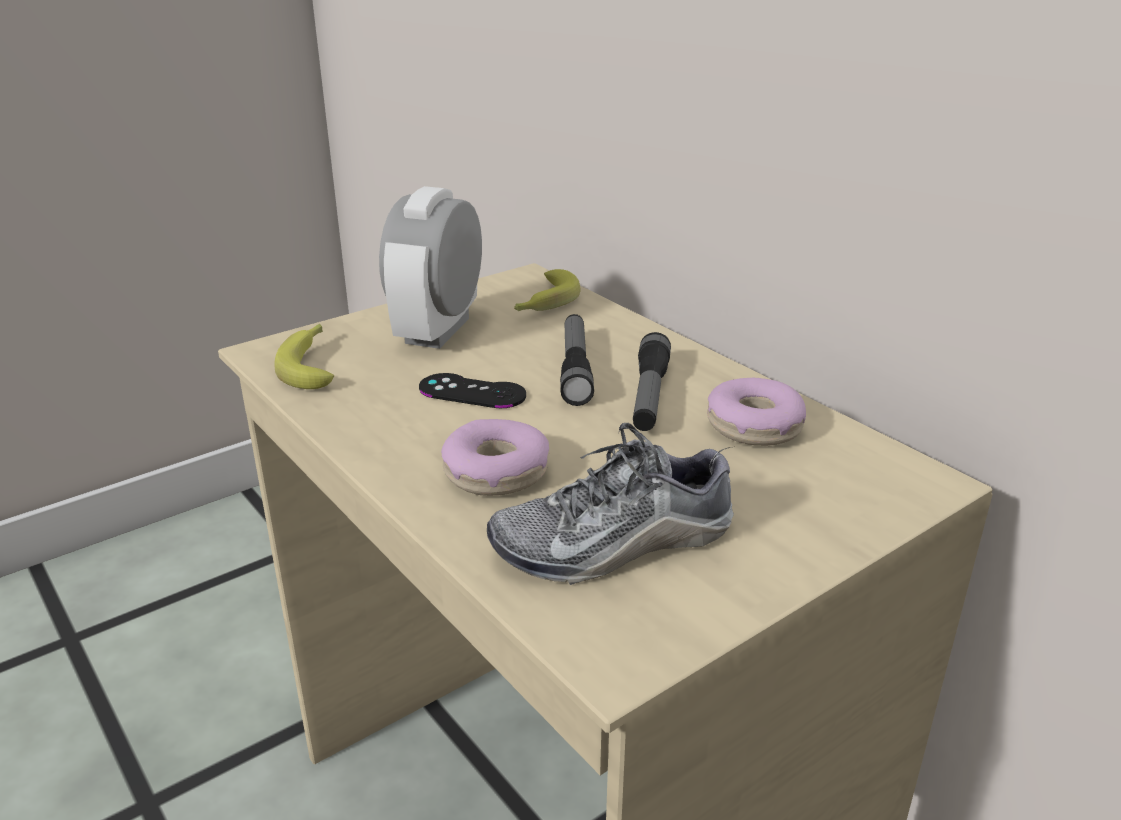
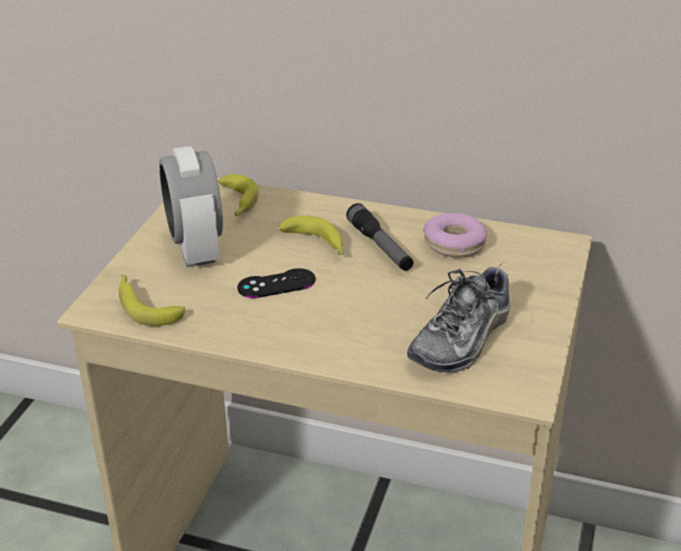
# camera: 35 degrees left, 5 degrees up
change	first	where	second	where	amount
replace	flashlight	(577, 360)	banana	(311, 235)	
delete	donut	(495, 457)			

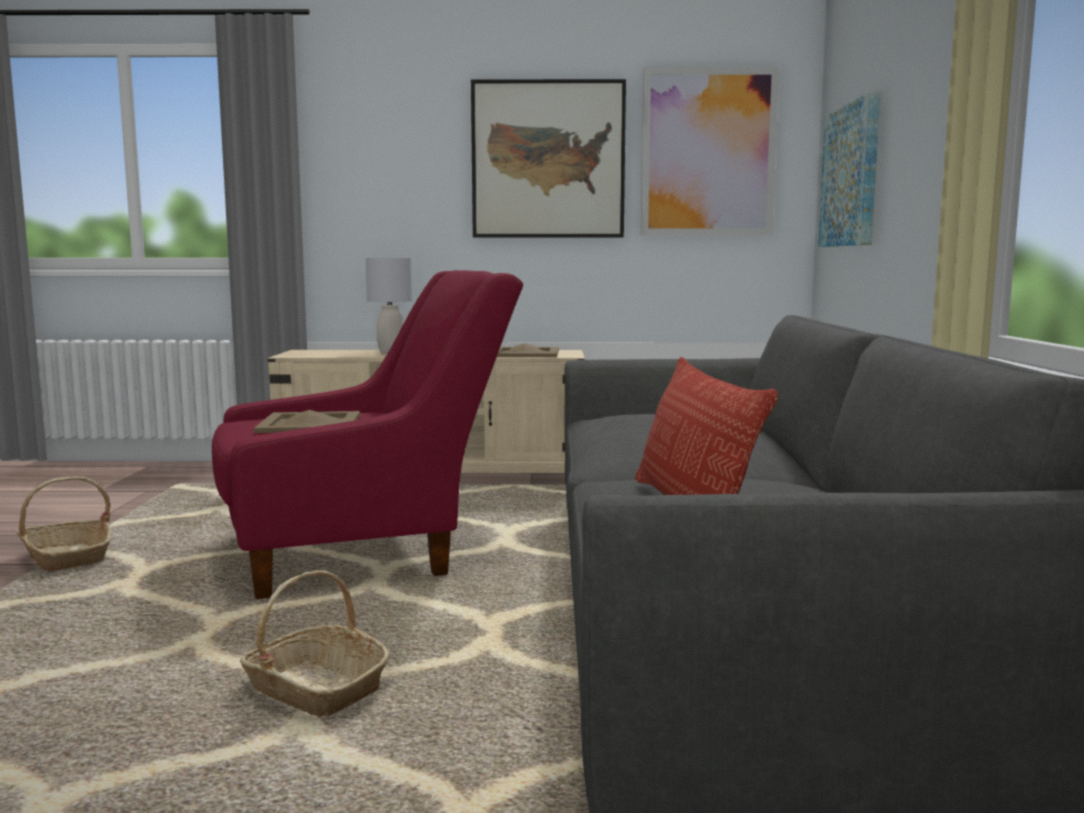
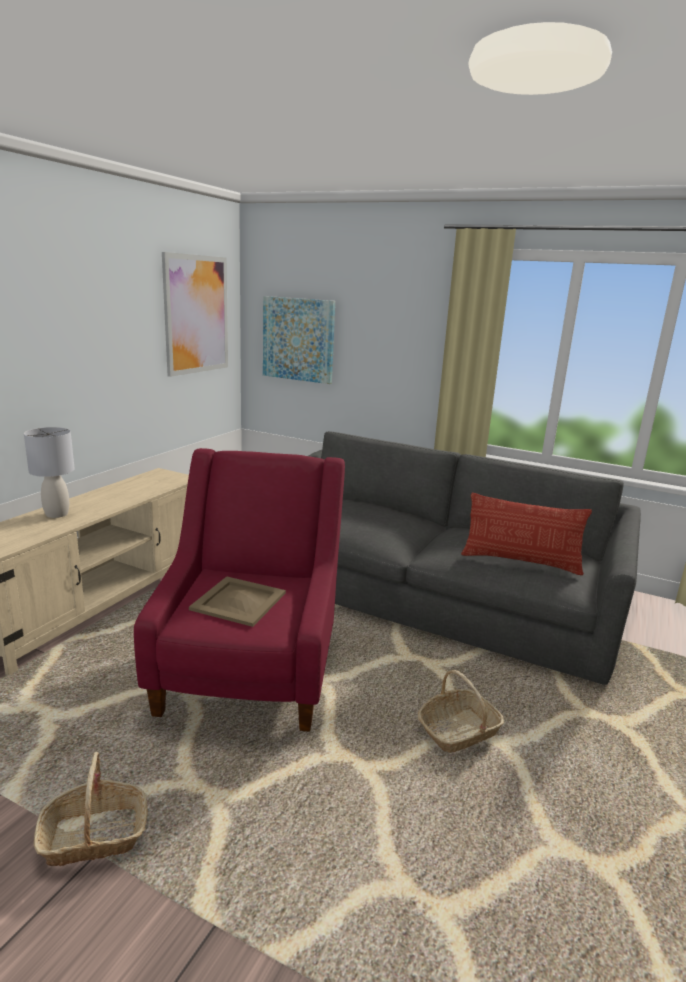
# camera: 65 degrees left, 10 degrees up
change	first	where	second	where	amount
delete	picture	(548, 158)			
delete	tray (beige)	(528, 350)			

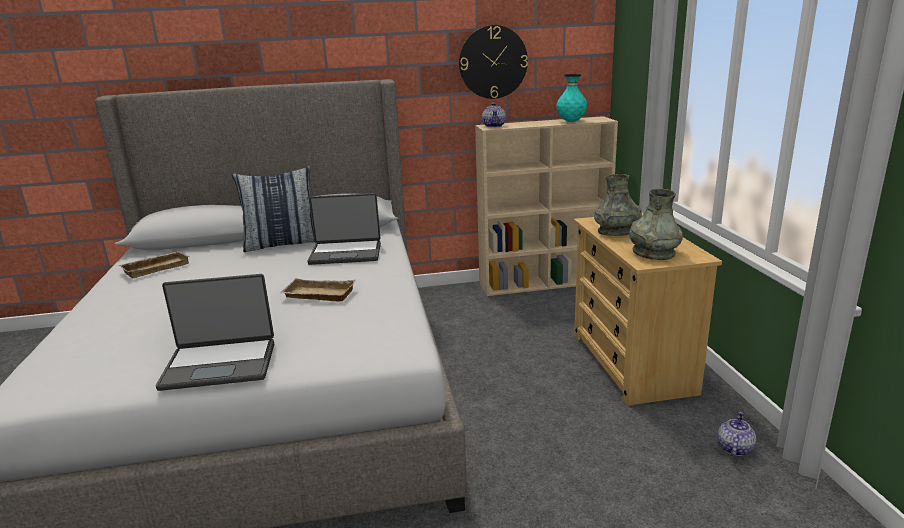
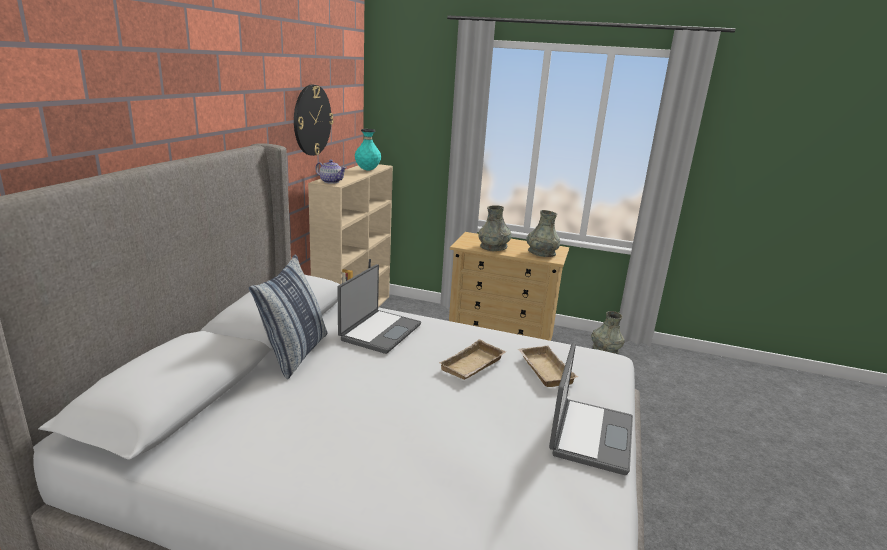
# camera: 65 degrees left, 0 degrees up
change	first	where	second	where	amount
move	tray (beige)	(154, 264)		(548, 366)	
replace	teapot	(736, 434)	vase (grey)	(608, 332)	

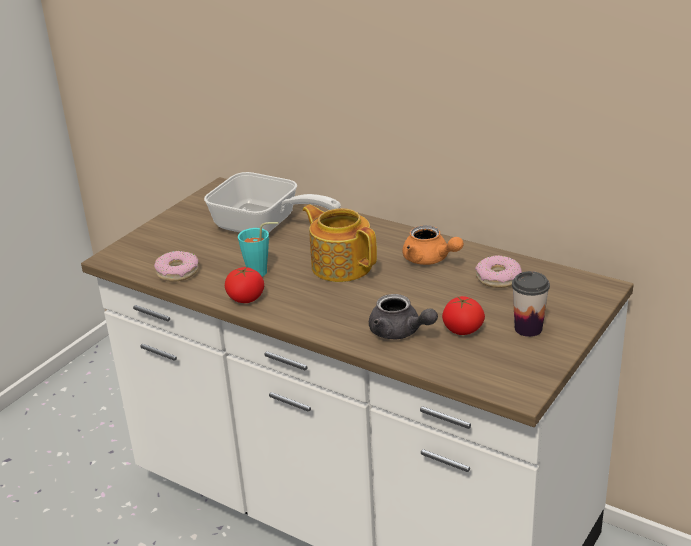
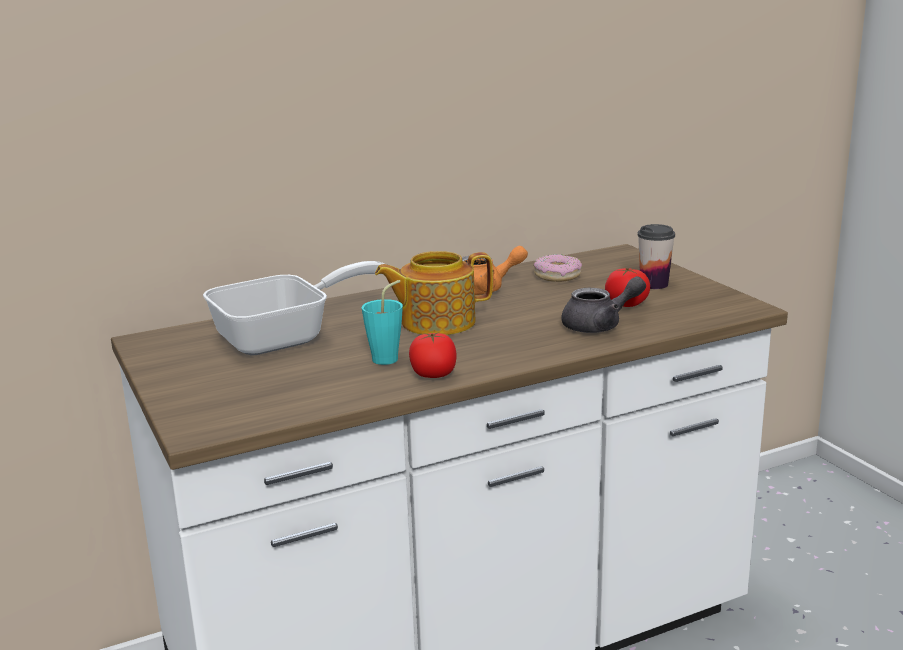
# camera: 60 degrees left, 10 degrees down
change	first	where	second	where	amount
delete	donut	(176, 266)			

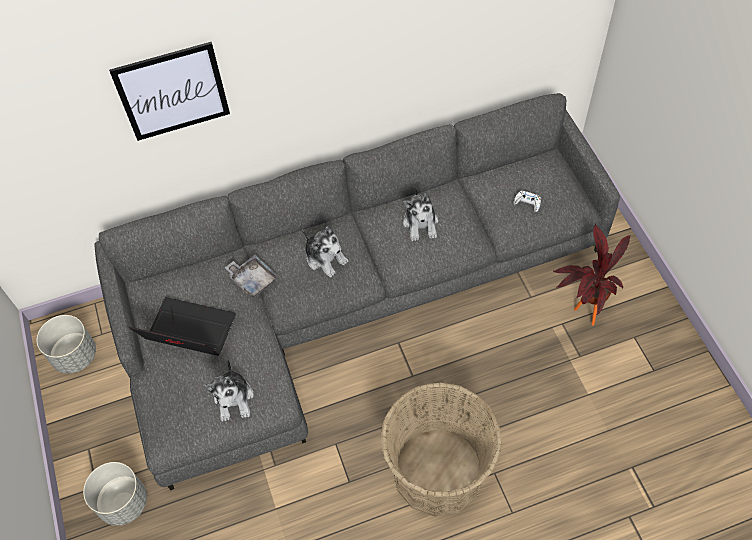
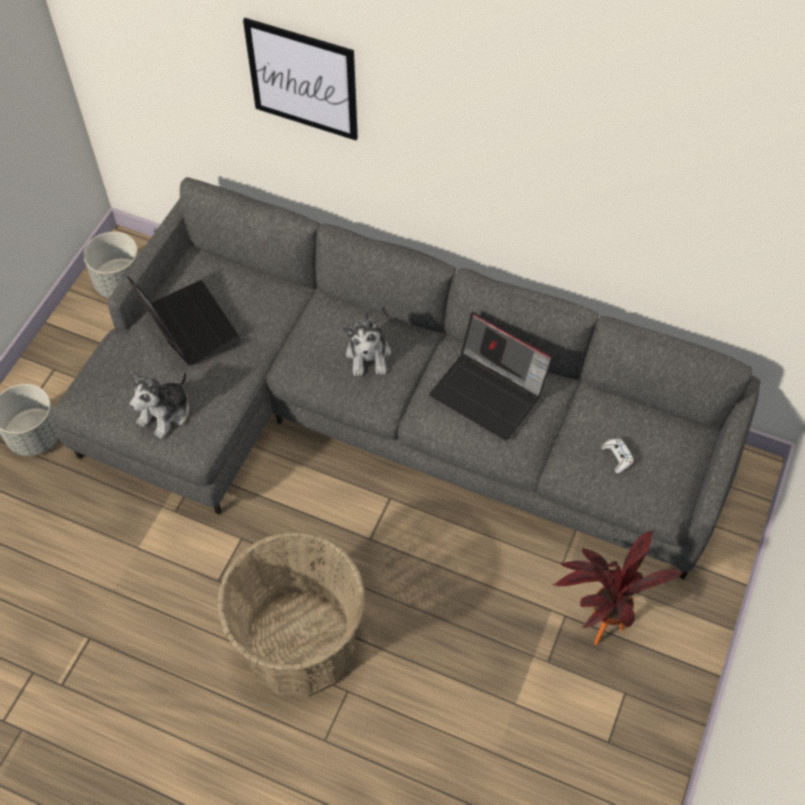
# camera: 40 degrees right, 0 degrees up
change	first	where	second	where	amount
replace	plush toy	(421, 214)	laptop	(491, 376)	
delete	tray (grey)	(252, 276)			

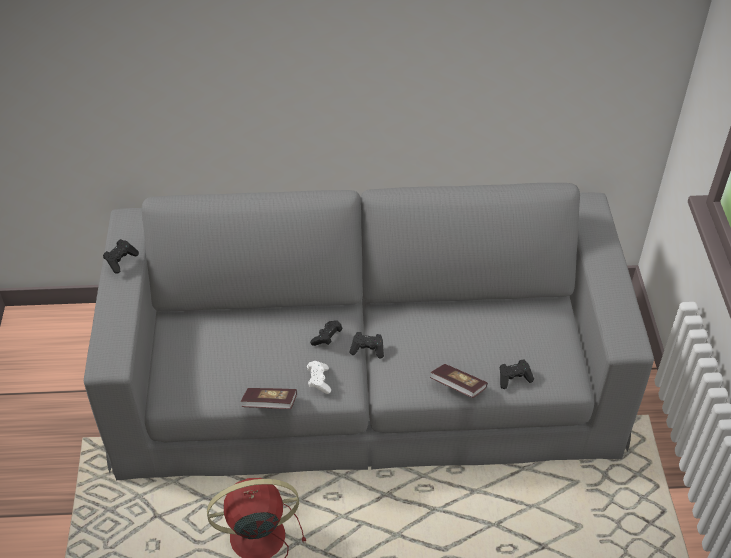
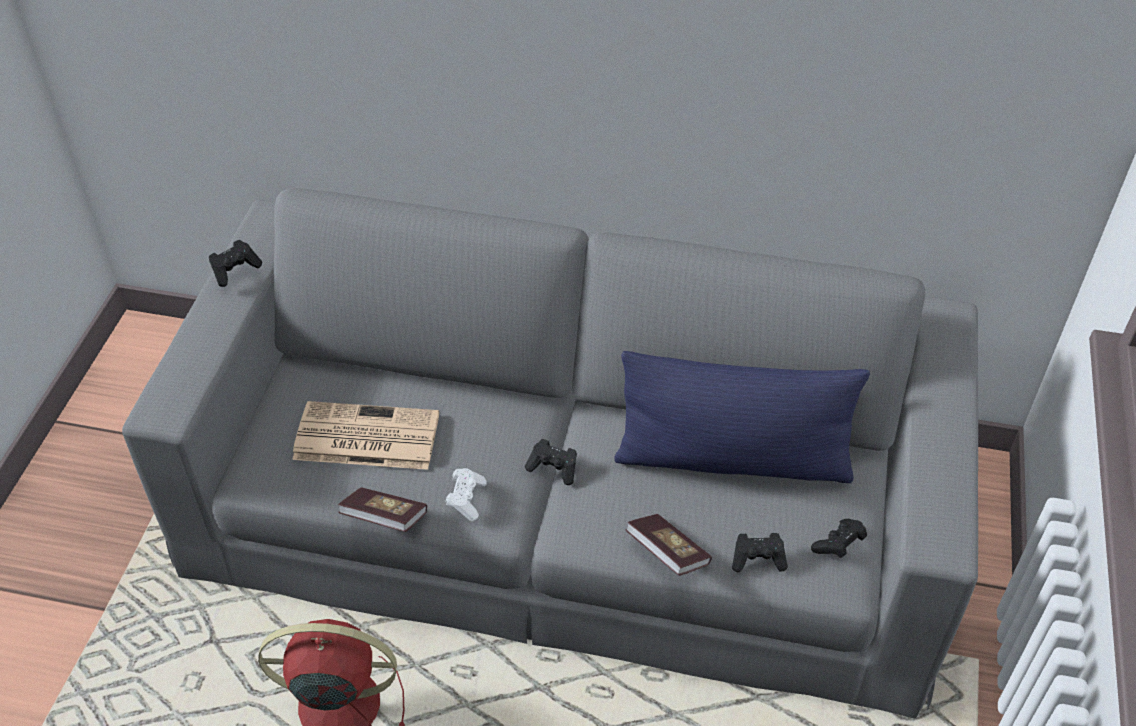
# camera: 15 degrees right, 0 degrees up
change	first	where	second	where	amount
insert			newspaper	(365, 435)	
insert			pillow (blue)	(742, 417)	
move	game controller (black)	(326, 333)		(839, 538)	

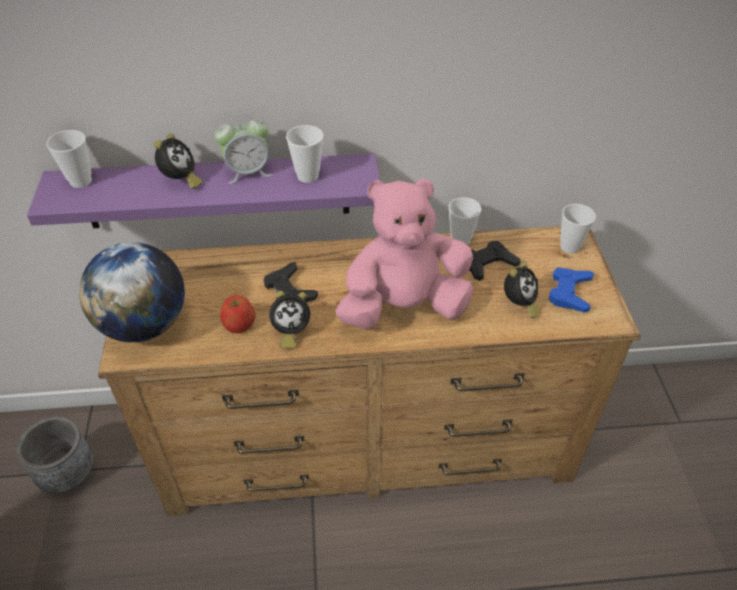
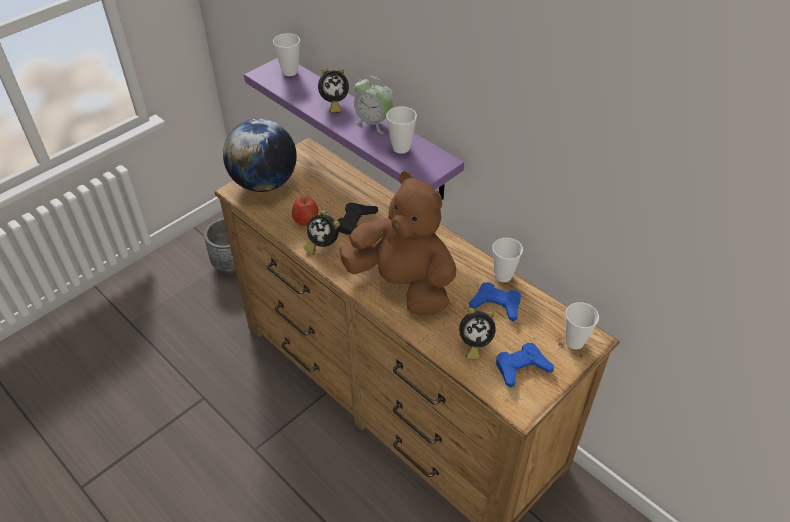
# camera: 50 degrees right, 0 degrees up
change	first	where	second	where	amount
recolor	plush toy (pink)	(405, 253)	plush toy (brown)	(397, 243)	
recolor	game controller (black)	(495, 261)	game controller (blue)	(495, 301)	

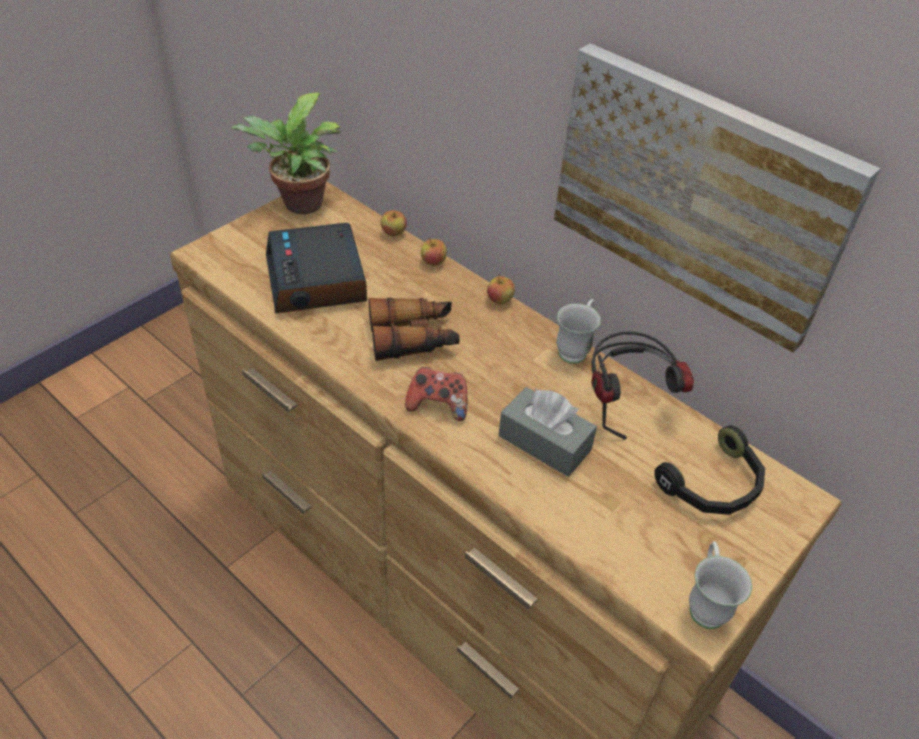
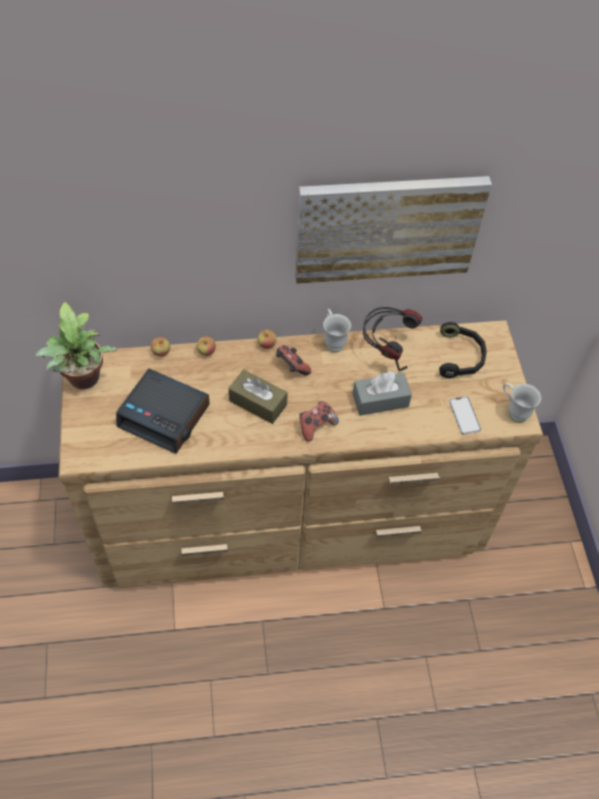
# camera: 50 degrees left, 10 degrees up
change	first	where	second	where	amount
replace	binoculars	(414, 329)	tissue box (brown)	(258, 397)	
insert			game controller	(293, 360)	
insert			phone	(465, 415)	

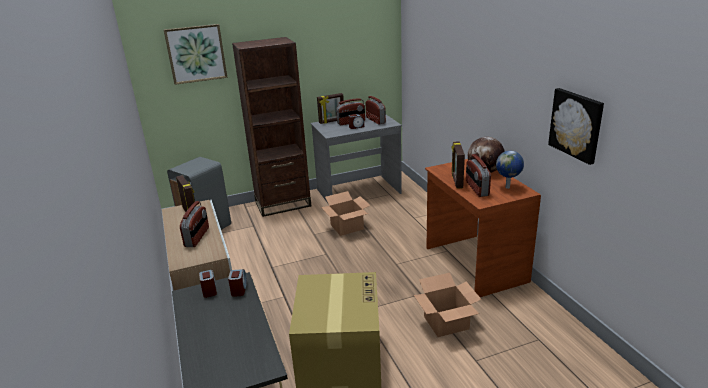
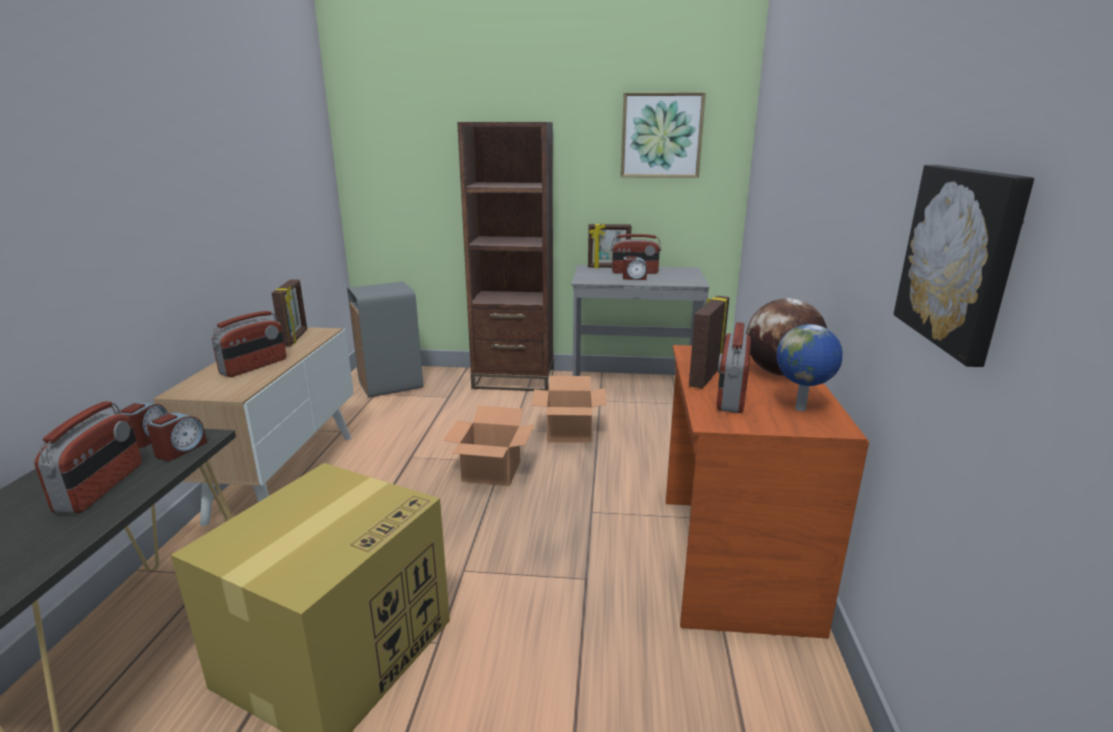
# camera: 25 degrees right, 5 degrees down
change	first	where	second	where	amount
move	radio	(376, 110)		(88, 457)	
move	cardboard box	(447, 305)		(489, 446)	
move	picture	(196, 54)		(663, 135)	

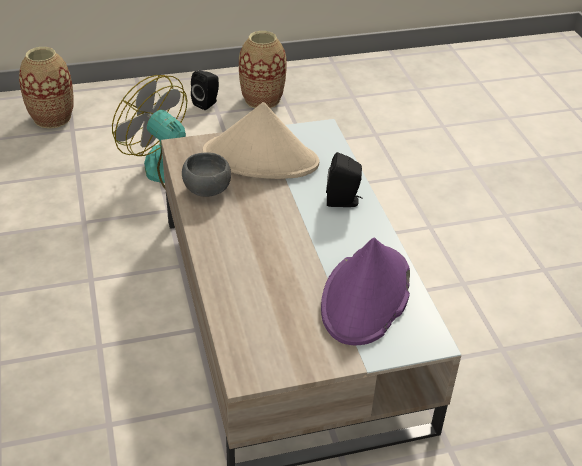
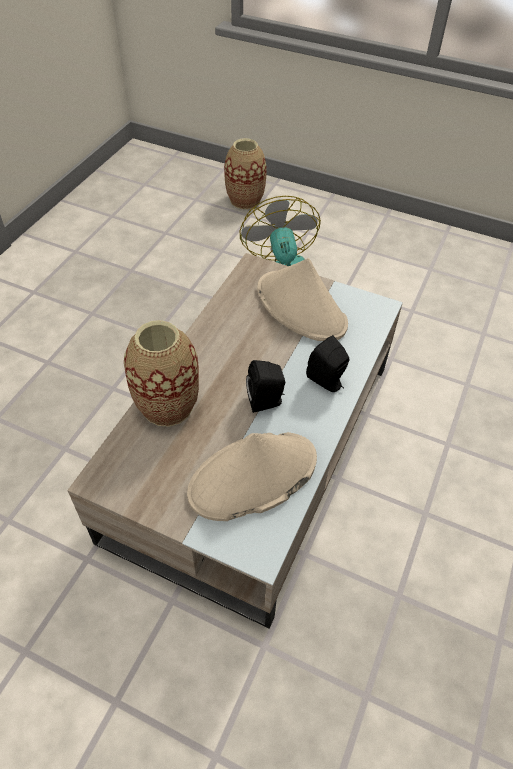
# camera: 40 degrees right, 10 degrees up
change	first	where	second	where	amount
move	vase	(263, 69)		(161, 373)	
recolor	hat (purple)	(365, 291)	hat (beige)	(252, 476)	
move	speaker (black)	(205, 90)		(266, 386)	
delete	bowl (grey)	(206, 174)			

